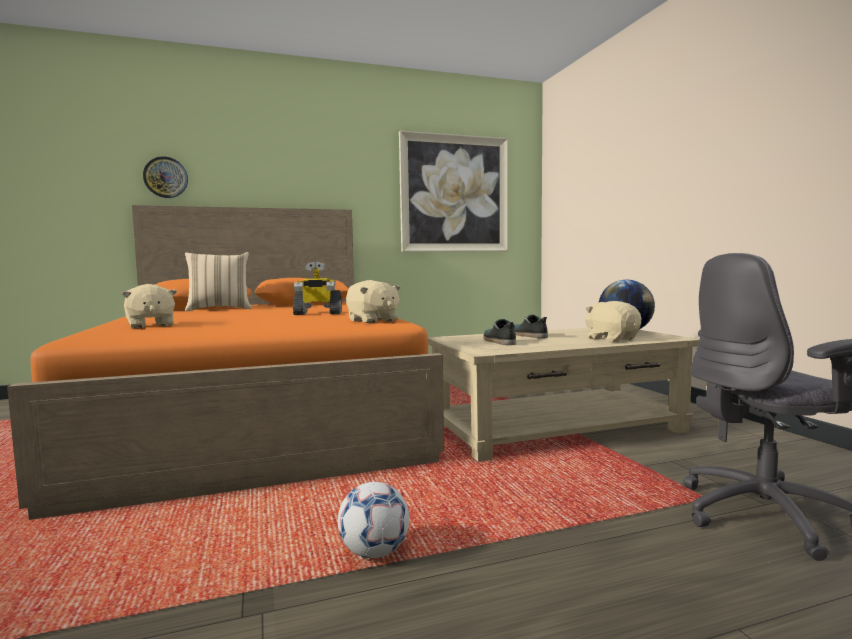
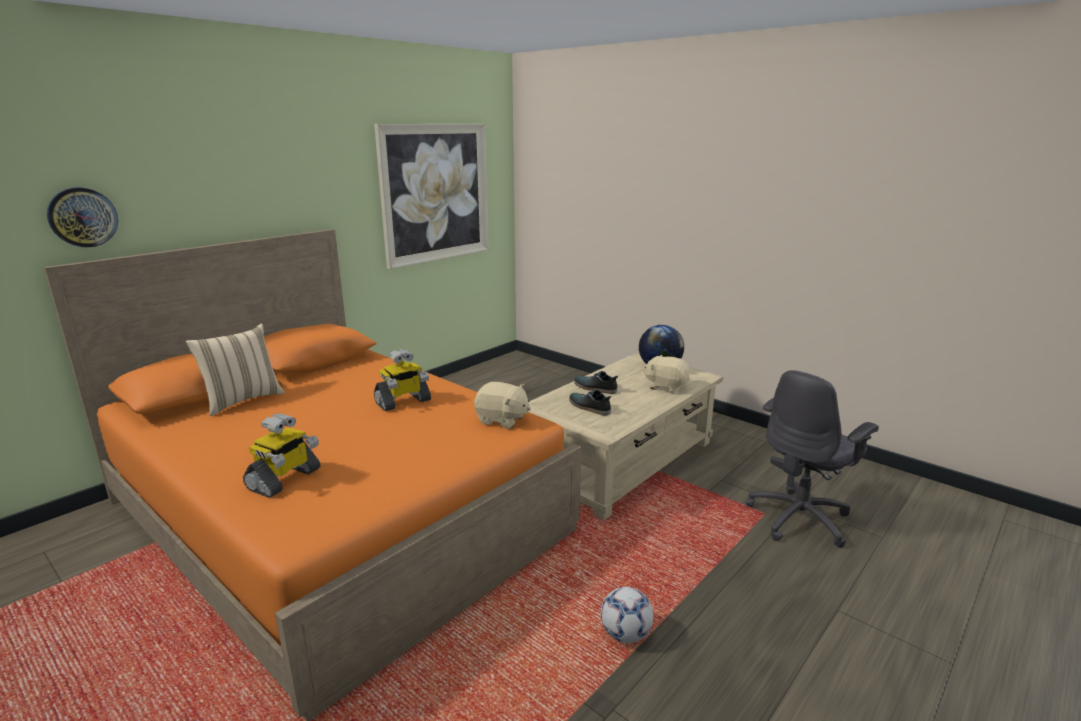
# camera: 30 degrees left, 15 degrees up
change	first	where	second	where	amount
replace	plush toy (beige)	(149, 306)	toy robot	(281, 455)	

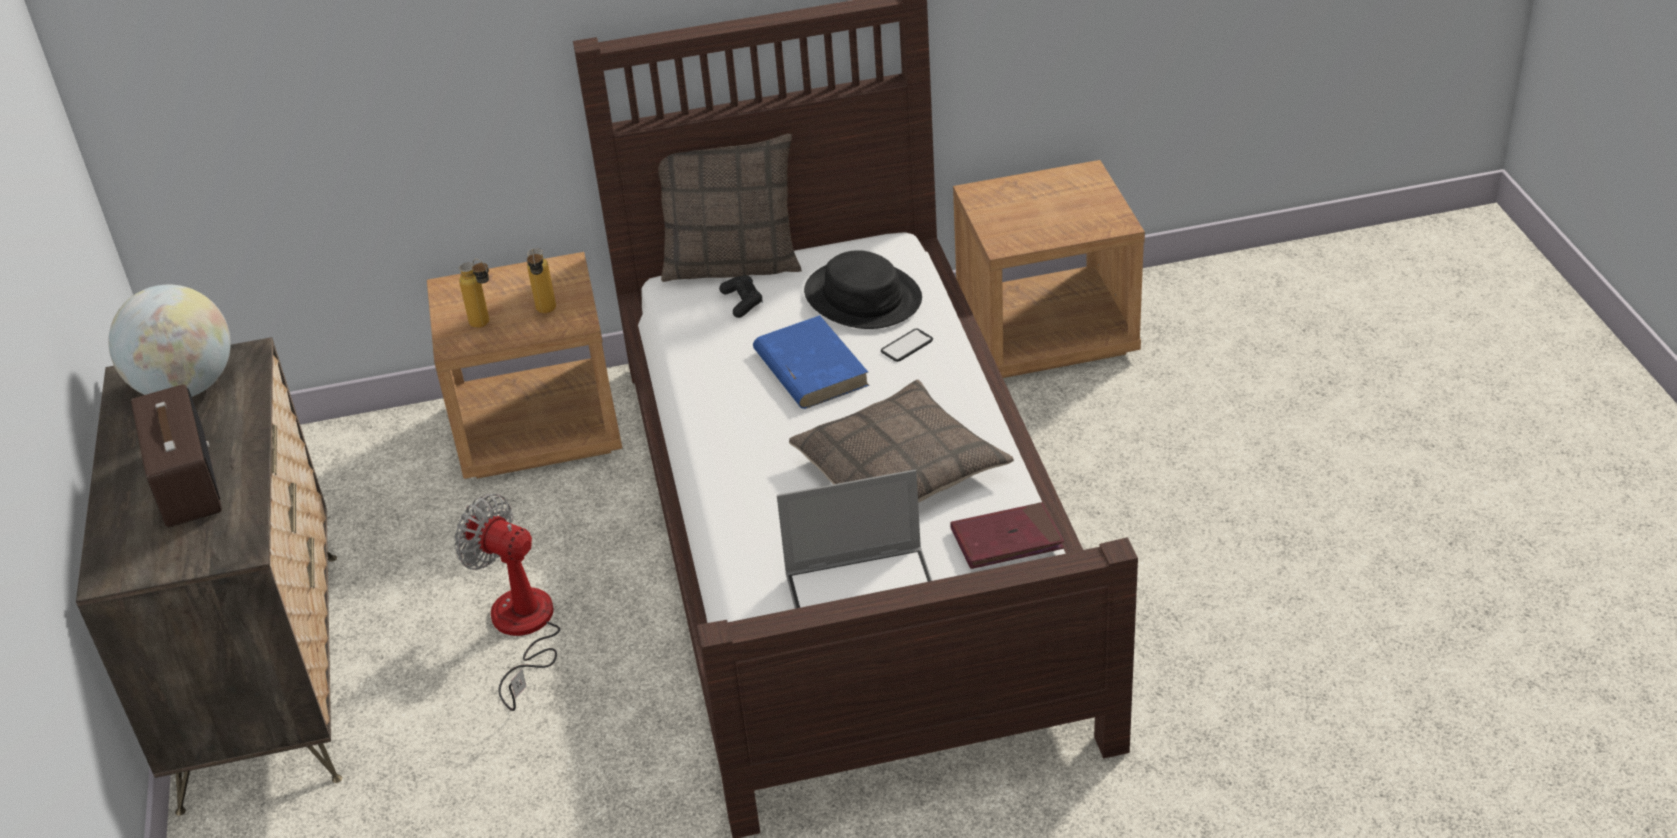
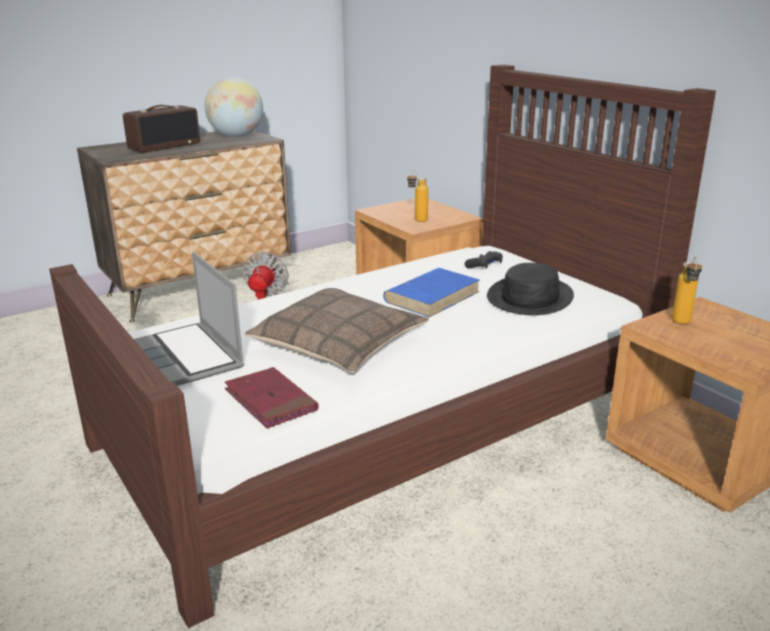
# camera: 65 degrees right, 15 degrees down
change	first	where	second	where	amount
move	bottle	(474, 293)		(687, 290)	
delete	pillow	(730, 208)			
delete	phone	(907, 345)			

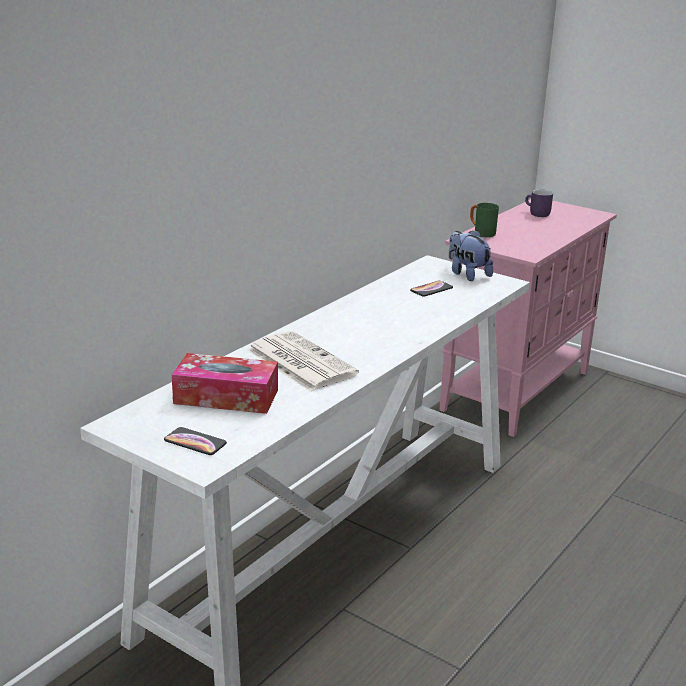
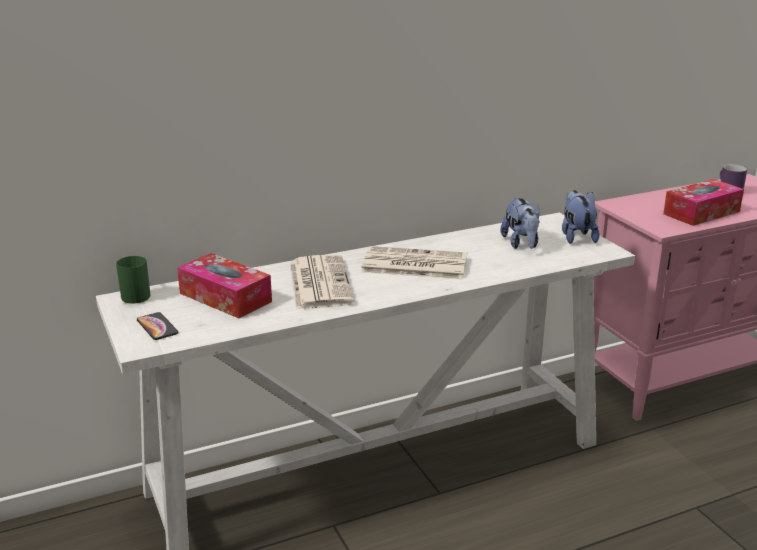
# camera: 30 degrees right, 0 degrees up
change	first	where	second	where	amount
move	mug (green)	(484, 220)		(133, 280)	
insert			newspaper	(414, 262)	
replace	phone	(431, 289)	plush toy	(520, 223)	
insert			tissue box	(703, 202)	

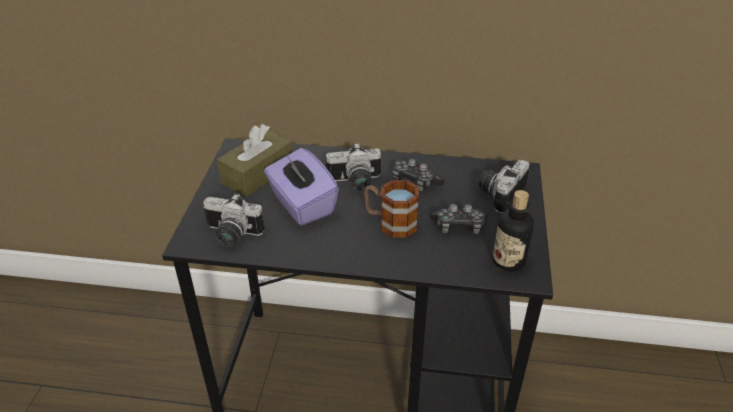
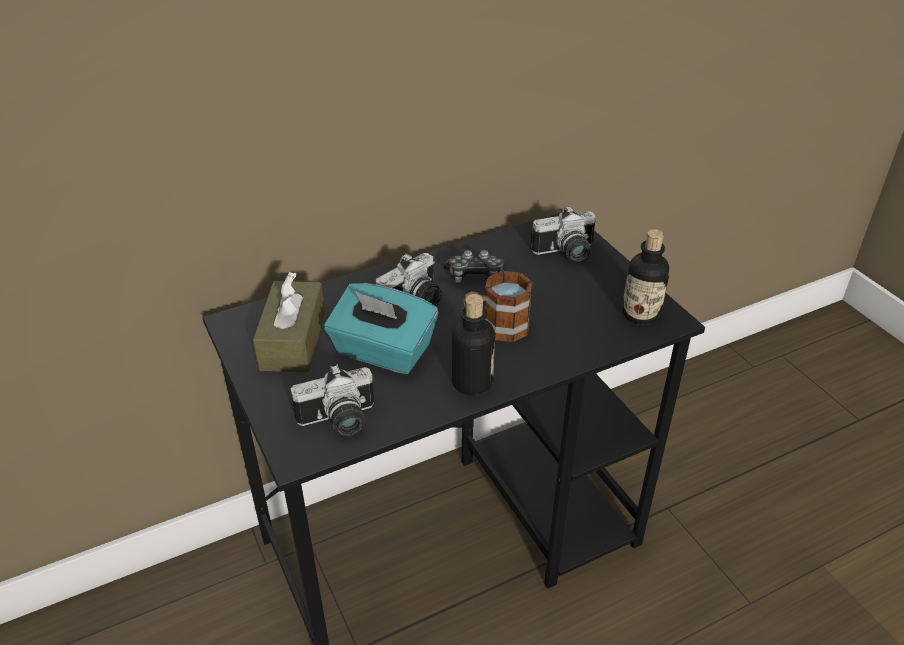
# camera: 35 degrees left, 0 degrees up
change	first	where	second	where	amount
recolor	tissue box (purple)	(301, 187)	tissue box (turquoise)	(381, 328)	
insert			bottle	(473, 344)	
rotate	photo camera	(504, 186)		(563, 233)	105 degrees counterclockwise
delete	game controller	(458, 219)			

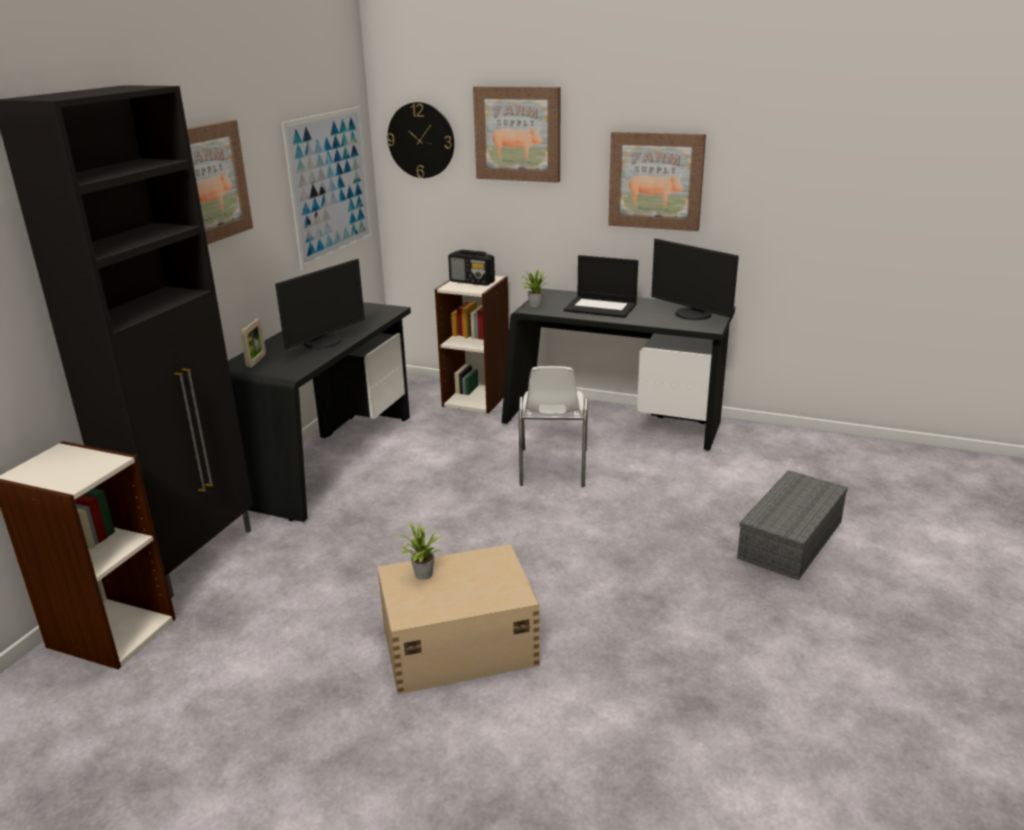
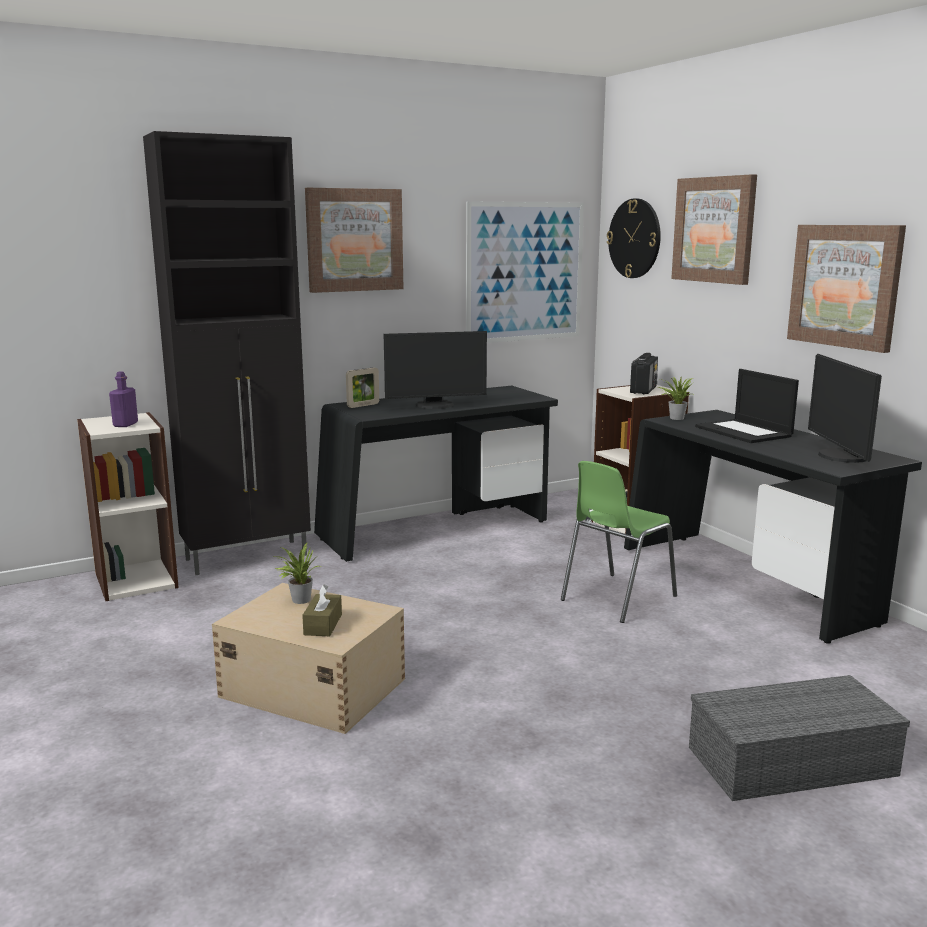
# camera: 40 degrees right, 10 degrees down
change	first	where	second	where	amount
insert			bottle (purple)	(123, 399)	
insert			tissue box (brown)	(322, 610)	
recolor	chair (white)	(553, 426)	chair (green)	(619, 542)	
rotate	radio	(471, 268)		(644, 373)	135 degrees counterclockwise

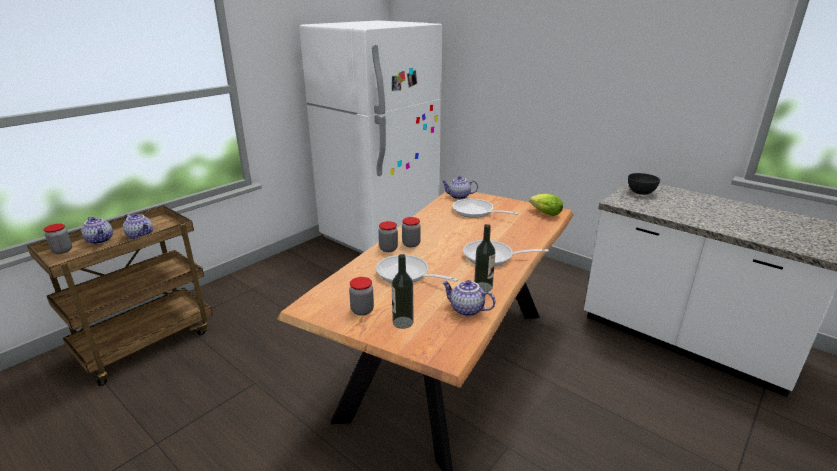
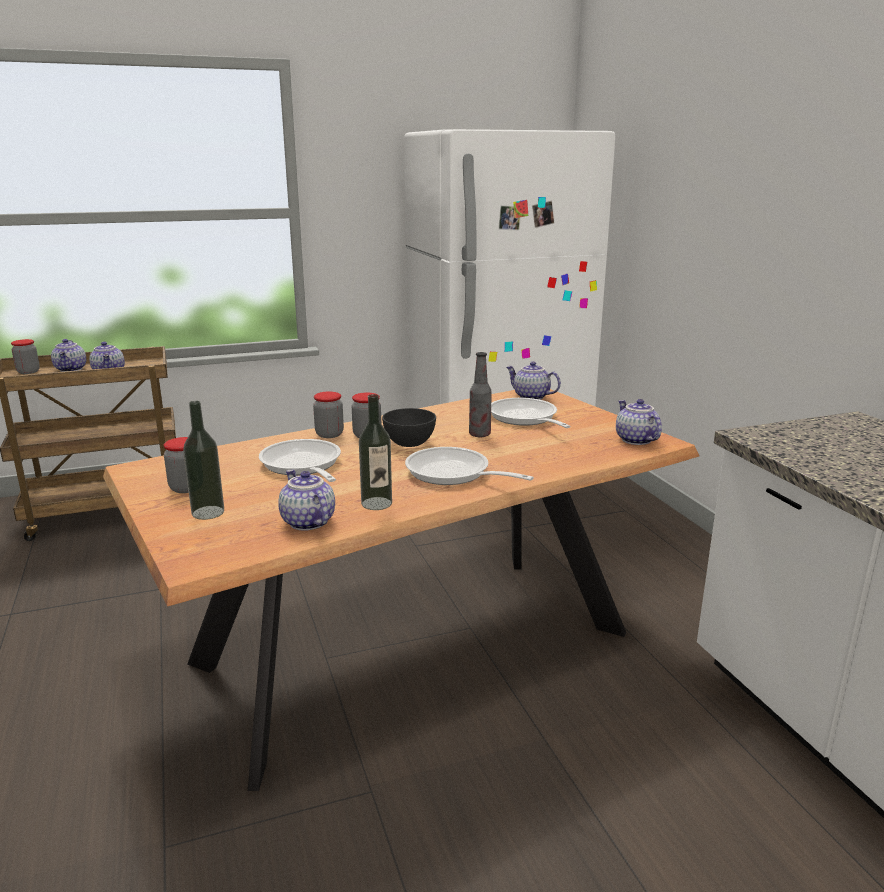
# camera: 30 degrees right, 5 degrees down
change	first	where	second	where	amount
move	bowl (grey)	(644, 184)		(409, 427)	
insert			bottle	(480, 394)	
replace	lettuce	(546, 205)	teapot	(639, 422)	

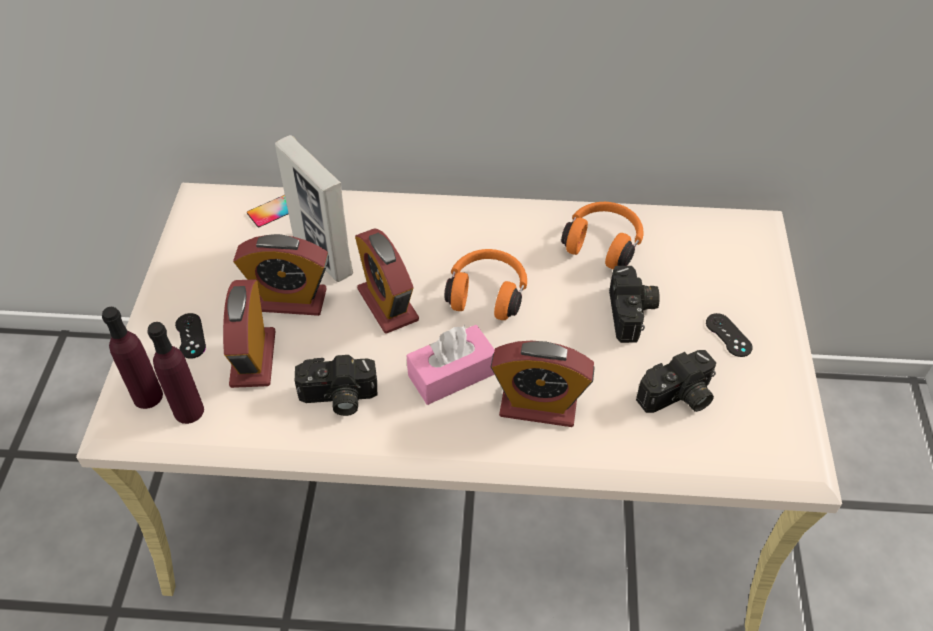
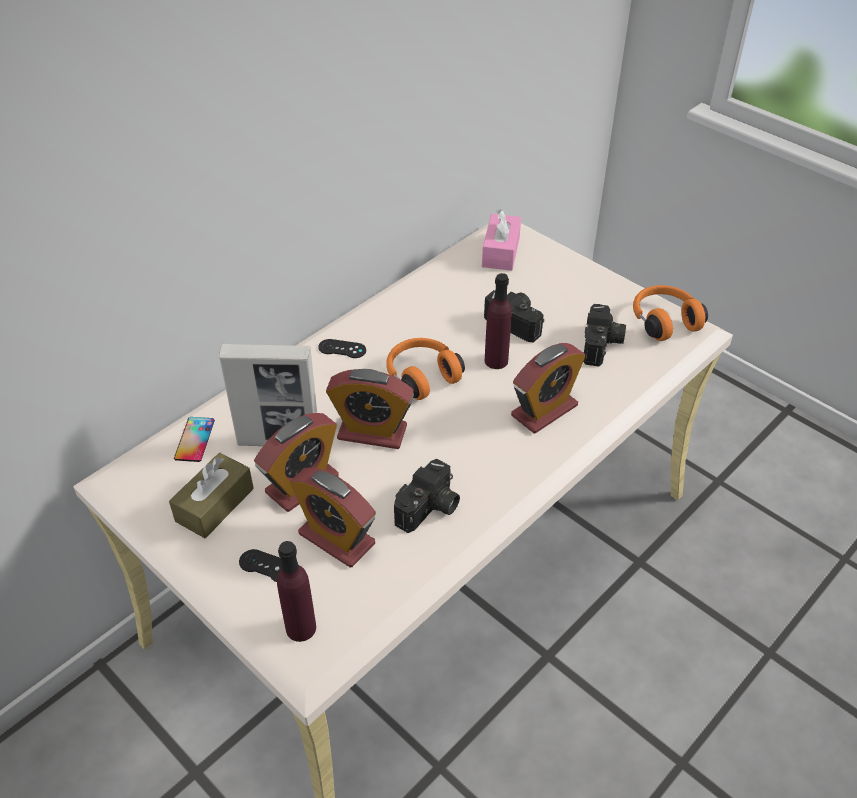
# camera: 50 degrees left, 5 degrees down
change	first	where	second	where	amount
insert			tissue box (brown)	(211, 495)	
move	game controller (black)	(729, 335)		(342, 348)	
move	tissue box (pink)	(450, 365)		(501, 240)	
move	bottle (purple)	(175, 373)		(498, 321)	
move	headphones (orange)	(602, 235)		(670, 313)	

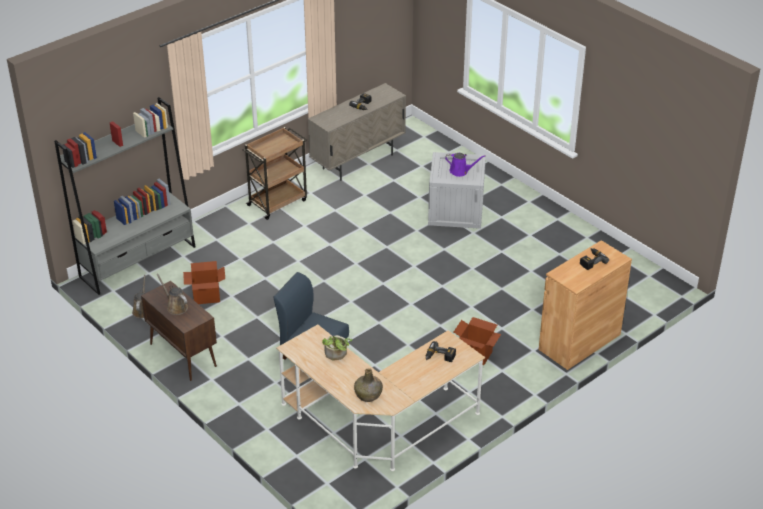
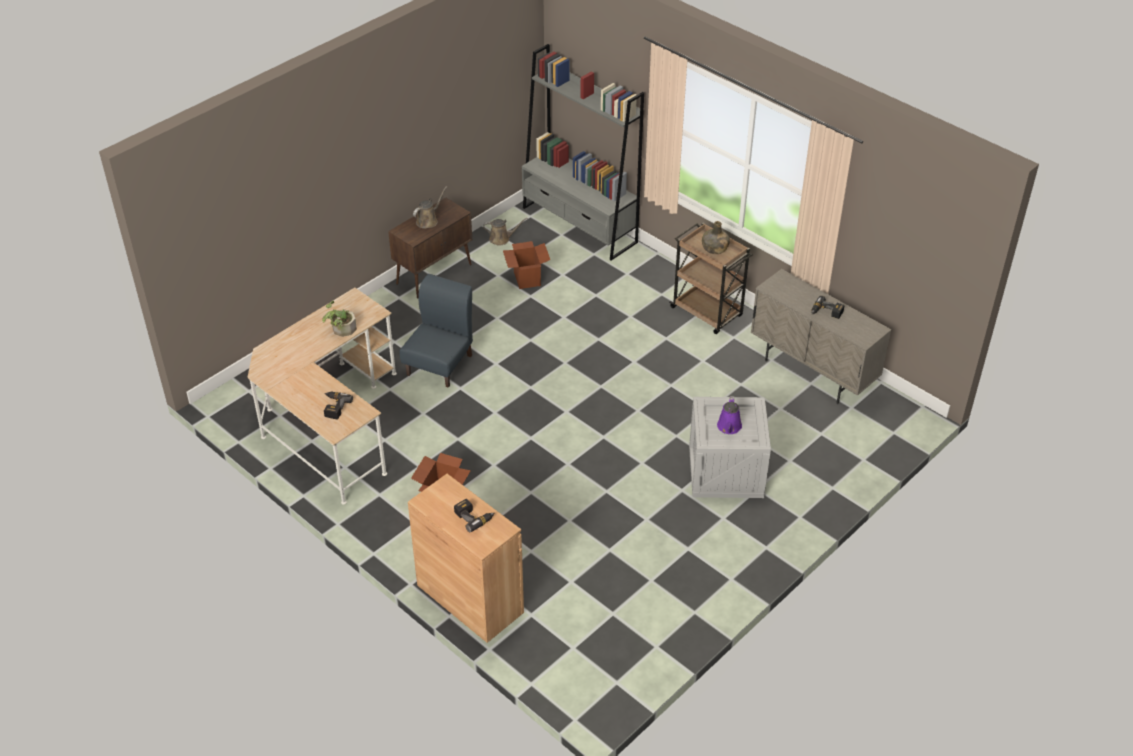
# camera: 85 degrees right, 5 degrees up
change	first	where	second	where	amount
move	bottle (green)	(368, 385)		(716, 237)	

